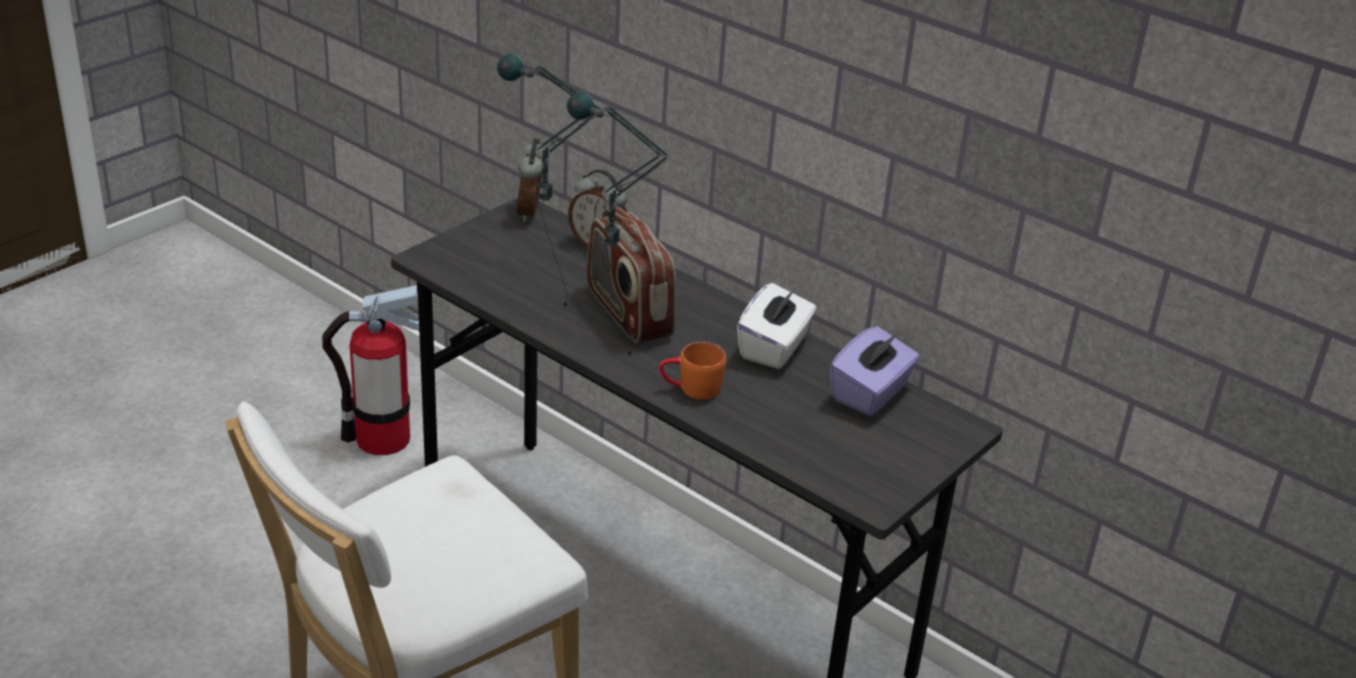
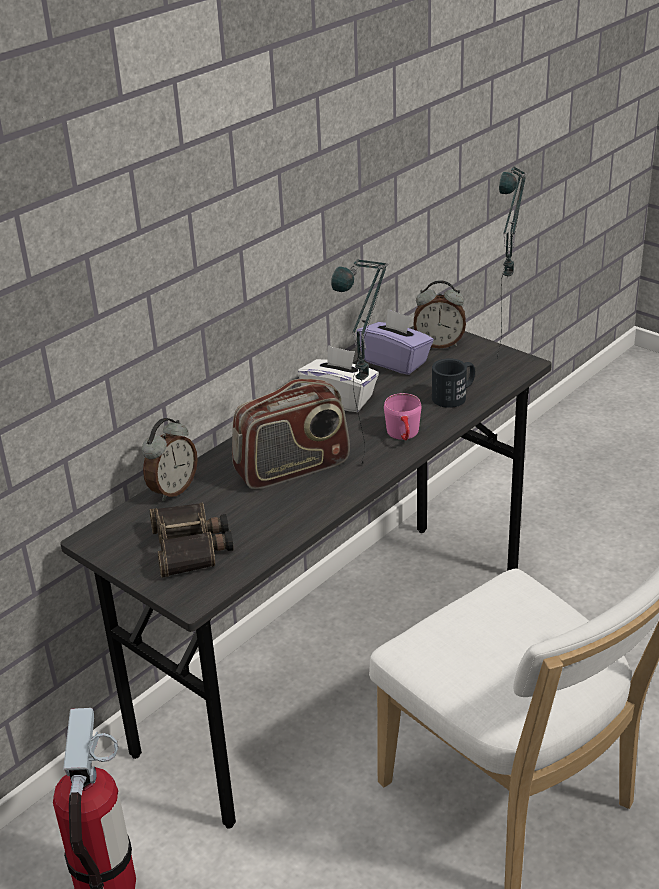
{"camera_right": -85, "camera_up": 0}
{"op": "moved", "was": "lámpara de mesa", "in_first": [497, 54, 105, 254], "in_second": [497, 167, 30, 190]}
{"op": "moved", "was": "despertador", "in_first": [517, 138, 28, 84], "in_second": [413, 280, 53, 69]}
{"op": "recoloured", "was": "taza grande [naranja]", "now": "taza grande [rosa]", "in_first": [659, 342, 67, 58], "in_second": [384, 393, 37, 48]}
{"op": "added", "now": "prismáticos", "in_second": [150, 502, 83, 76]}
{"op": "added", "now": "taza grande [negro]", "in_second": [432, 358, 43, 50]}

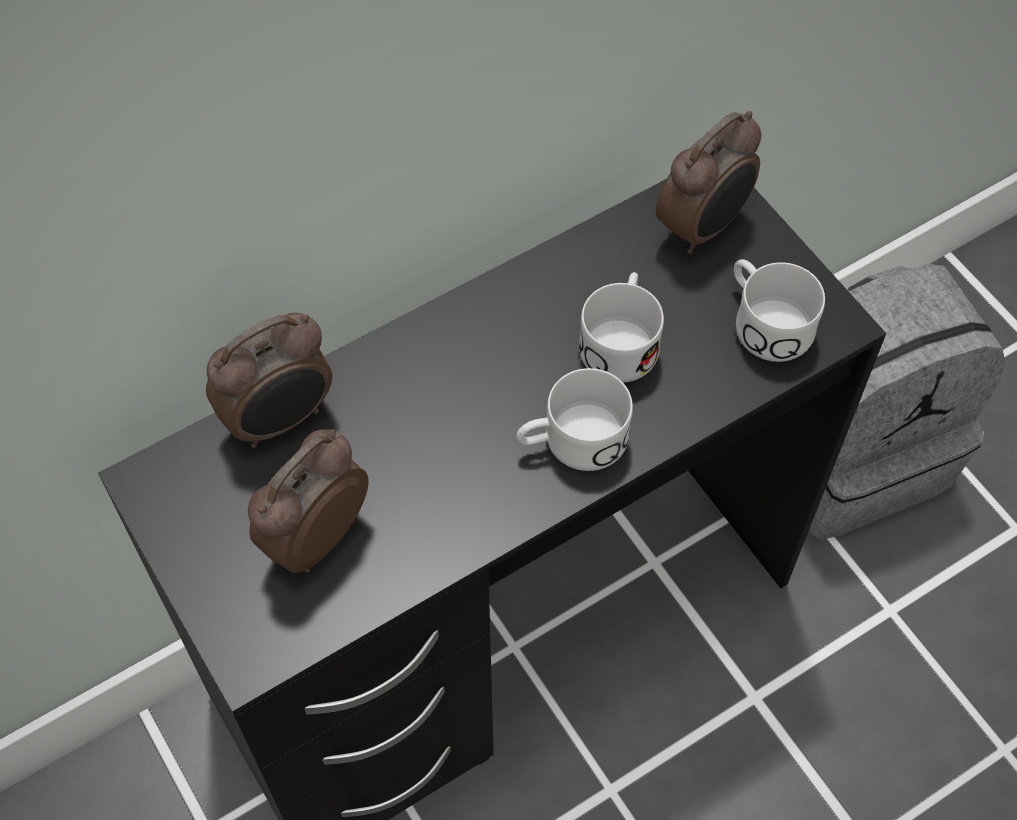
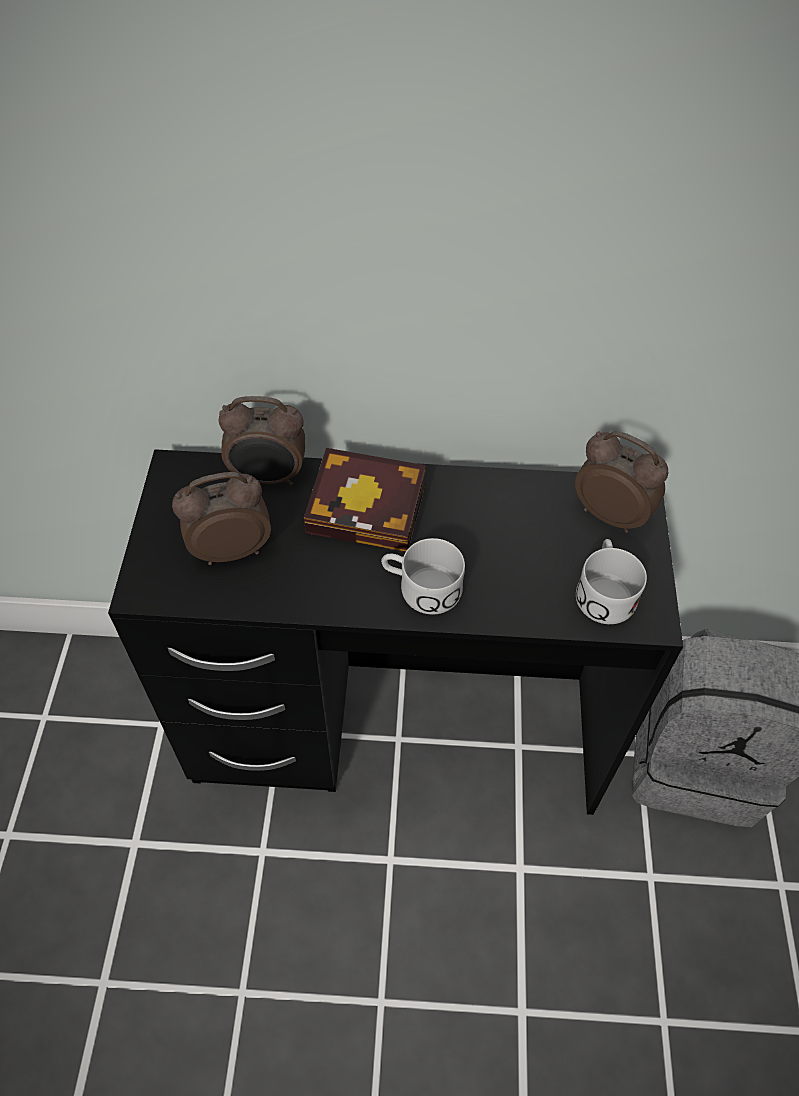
{"camera_right": 35, "camera_up": -5}
{"op": "removed", "was": "taza grande [blanco]", "in_first": [579, 272, 85, 111]}
{"op": "turned", "was": "despertador", "in_first": [656, 111, 105, 143], "in_second": [575, 431, 93, 102], "clockwise": -135}
{"op": "added", "now": "libro", "in_second": [304, 448, 122, 104]}

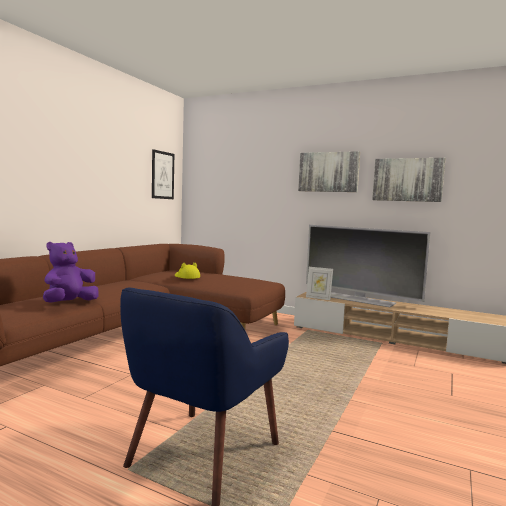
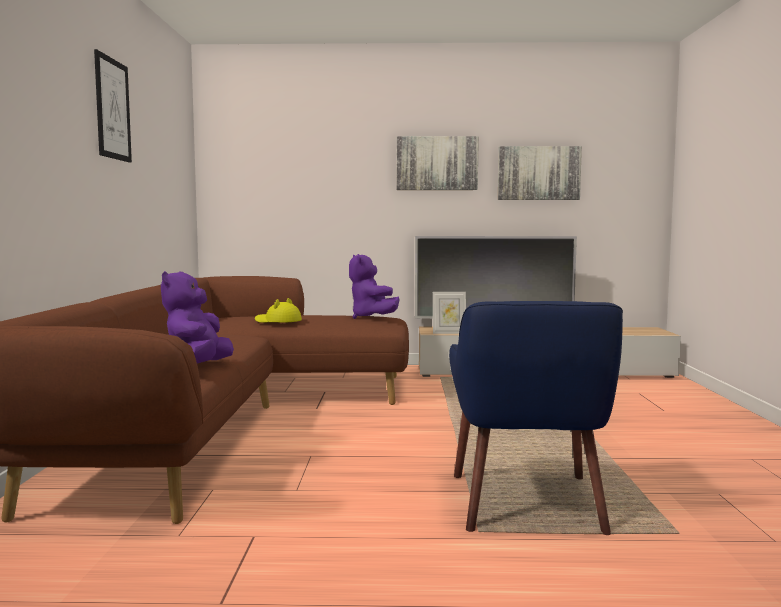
{"camera_right": -25, "camera_up": 0}
{"op": "moved", "was": "cuadro", "in_first": [152, 149, 22, 50], "in_second": [94, 49, 38, 114]}
{"op": "added", "now": "peluche [morado]", "in_second": [349, 254, 51, 65]}

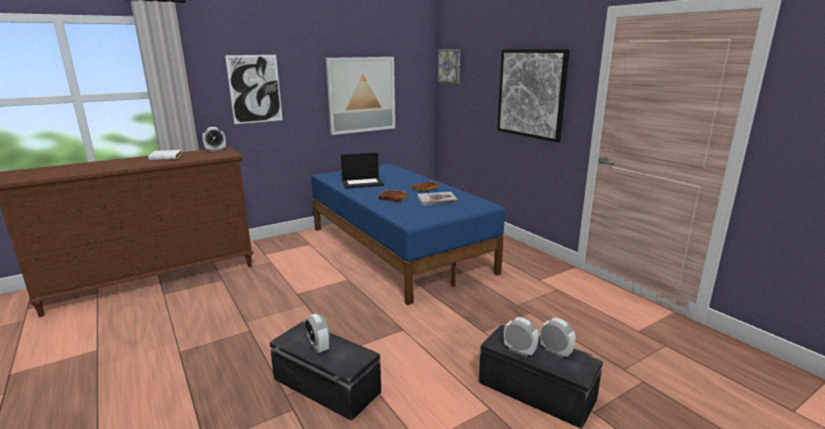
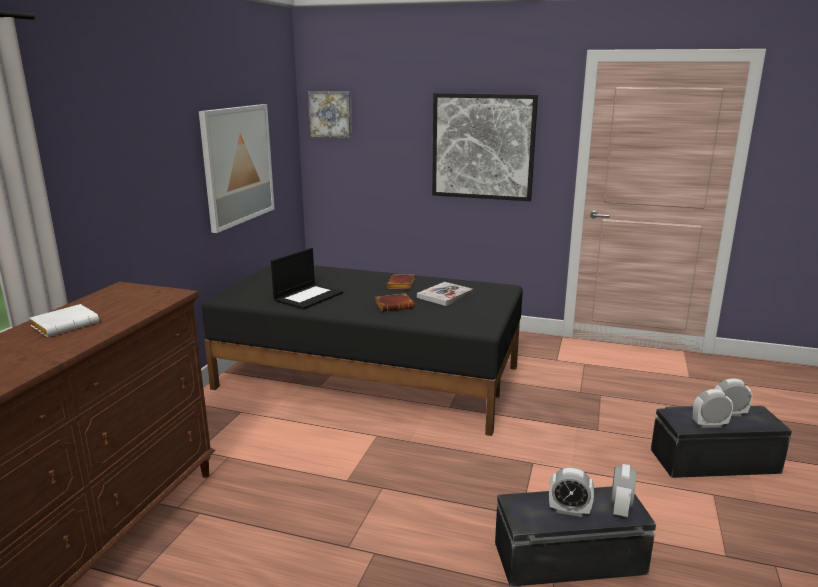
{"camera_right": -40, "camera_up": 0}
{"op": "moved", "was": "despertador", "in_first": [202, 127, 24, 24], "in_second": [611, 464, 25, 54]}
{"op": "removed", "was": "cuadro", "in_first": [225, 55, 58, 69]}
{"op": "recoloured", "was": "cama [azul]", "now": "cama [negro]", "in_first": [312, 163, 193, 142], "in_second": [202, 265, 321, 171]}

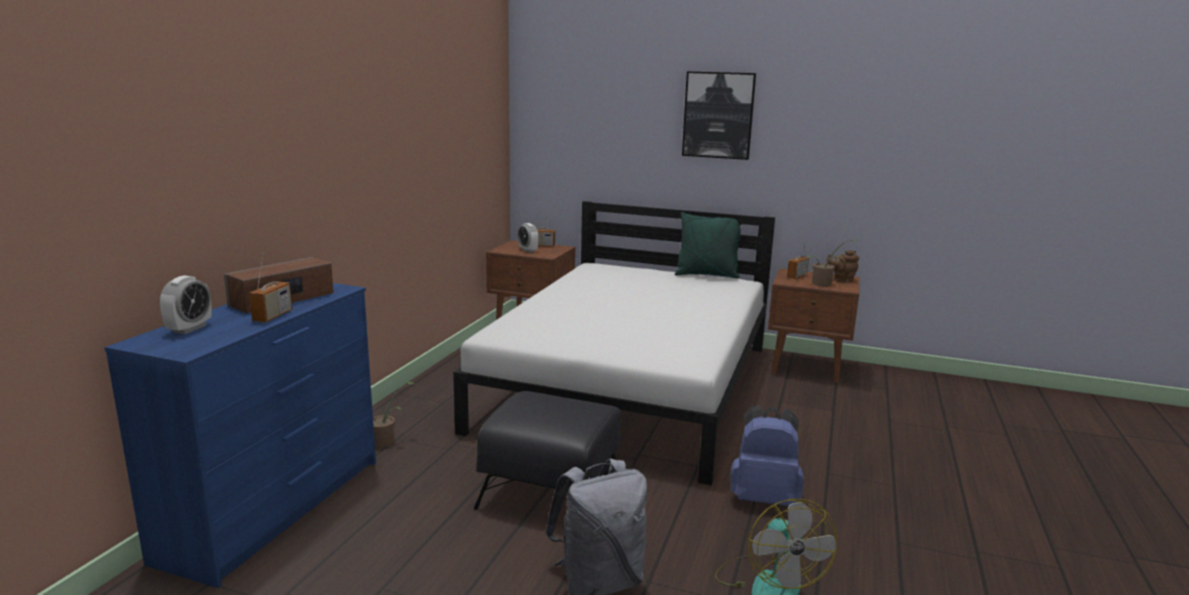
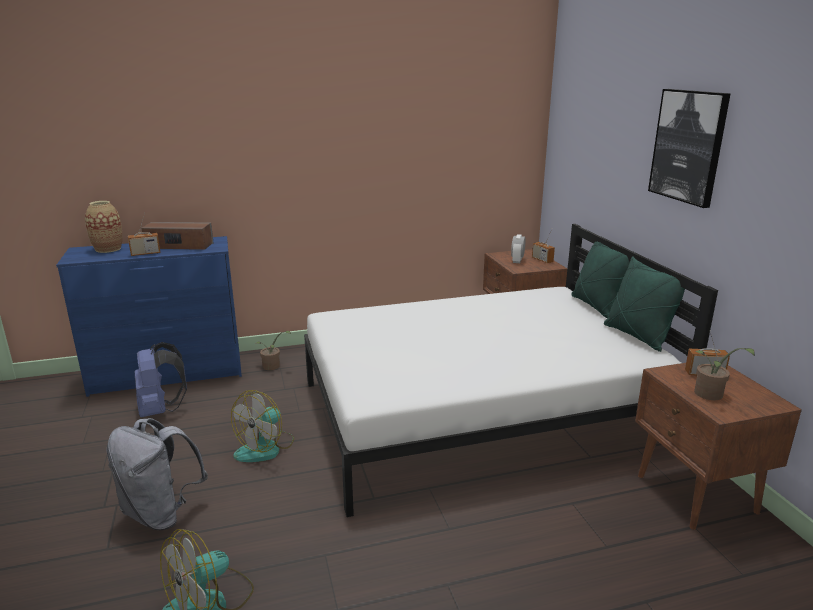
{"camera_right": 55, "camera_up": 5}
{"op": "replaced", "was": "despertador", "now": "florero", "in_first": [160, 275, 52, 59], "in_second": [85, 201, 37, 52]}
{"op": "replaced", "was": "puf [negro]", "now": "ventilador", "in_first": [474, 391, 147, 119], "in_second": [231, 390, 63, 72]}
{"op": "moved", "was": "mochila [azul]", "in_first": [730, 405, 74, 101], "in_second": [135, 342, 52, 75]}
{"op": "removed", "was": "tetera [marrón]", "in_first": [826, 250, 33, 32]}
{"op": "added", "now": "cojín [verde]", "in_second": [571, 241, 59, 78]}

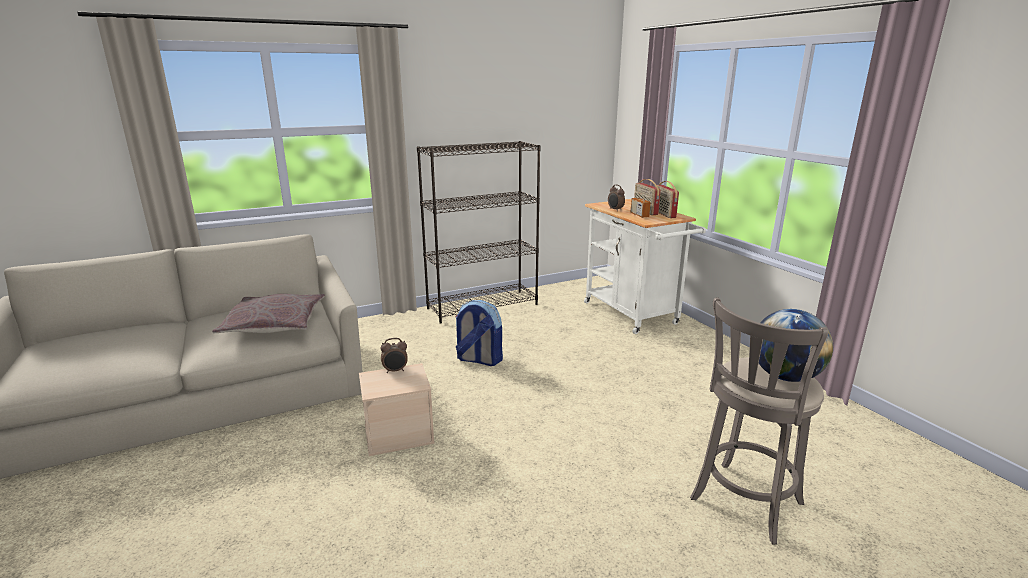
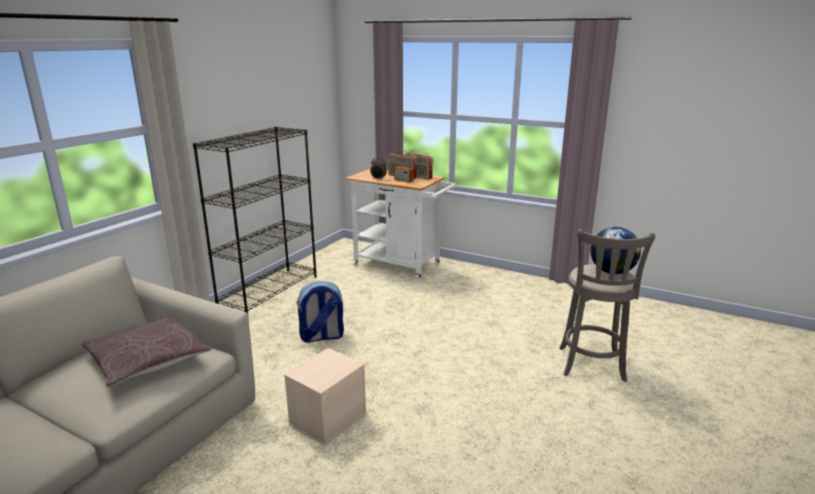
{"camera_right": -35, "camera_up": 0}
{"op": "removed", "was": "despertador", "in_first": [381, 338, 27, 35]}

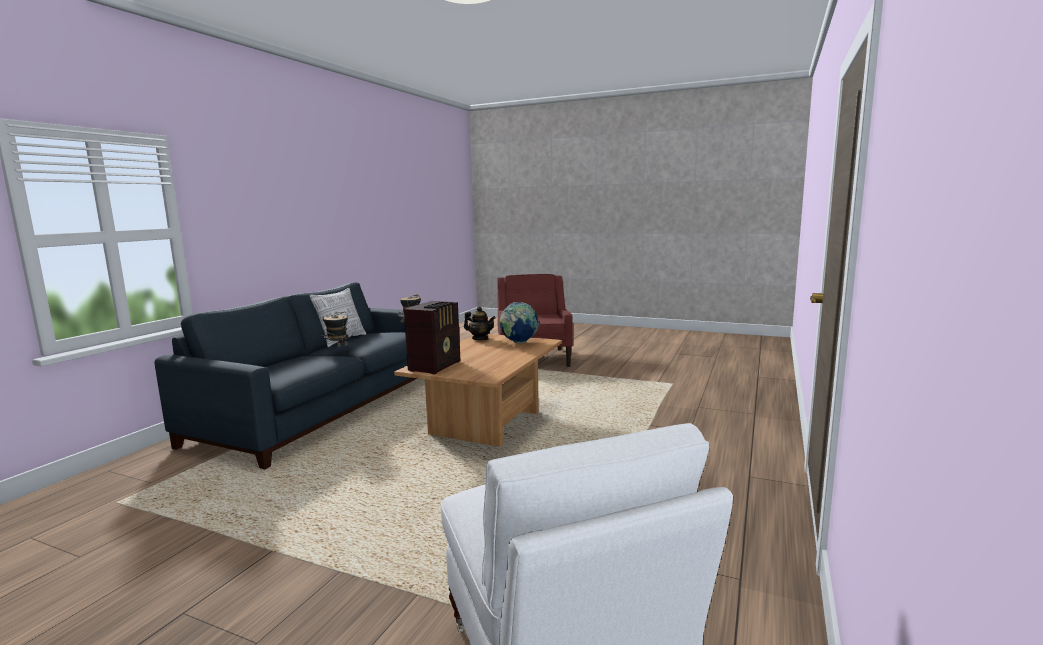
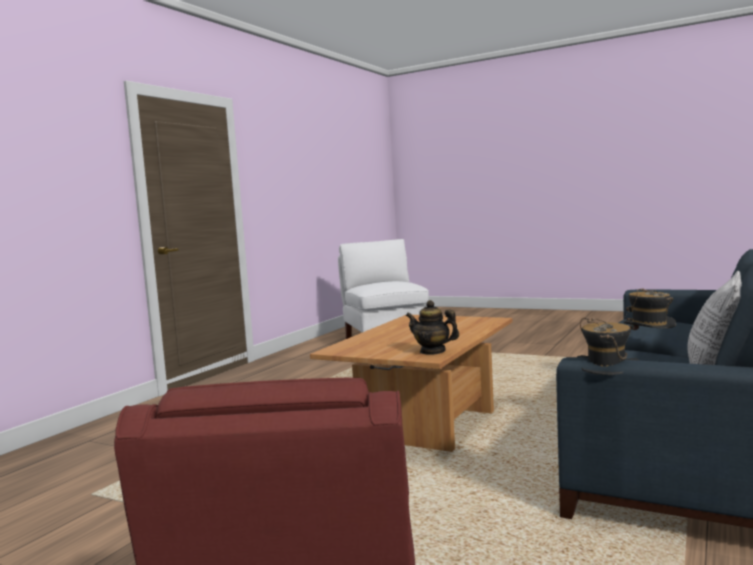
{"camera_right": -175, "camera_up": -5}
{"op": "removed", "was": "radio", "in_first": [404, 301, 56, 73]}
{"op": "removed", "was": "globo terráqueo", "in_first": [499, 302, 40, 41]}

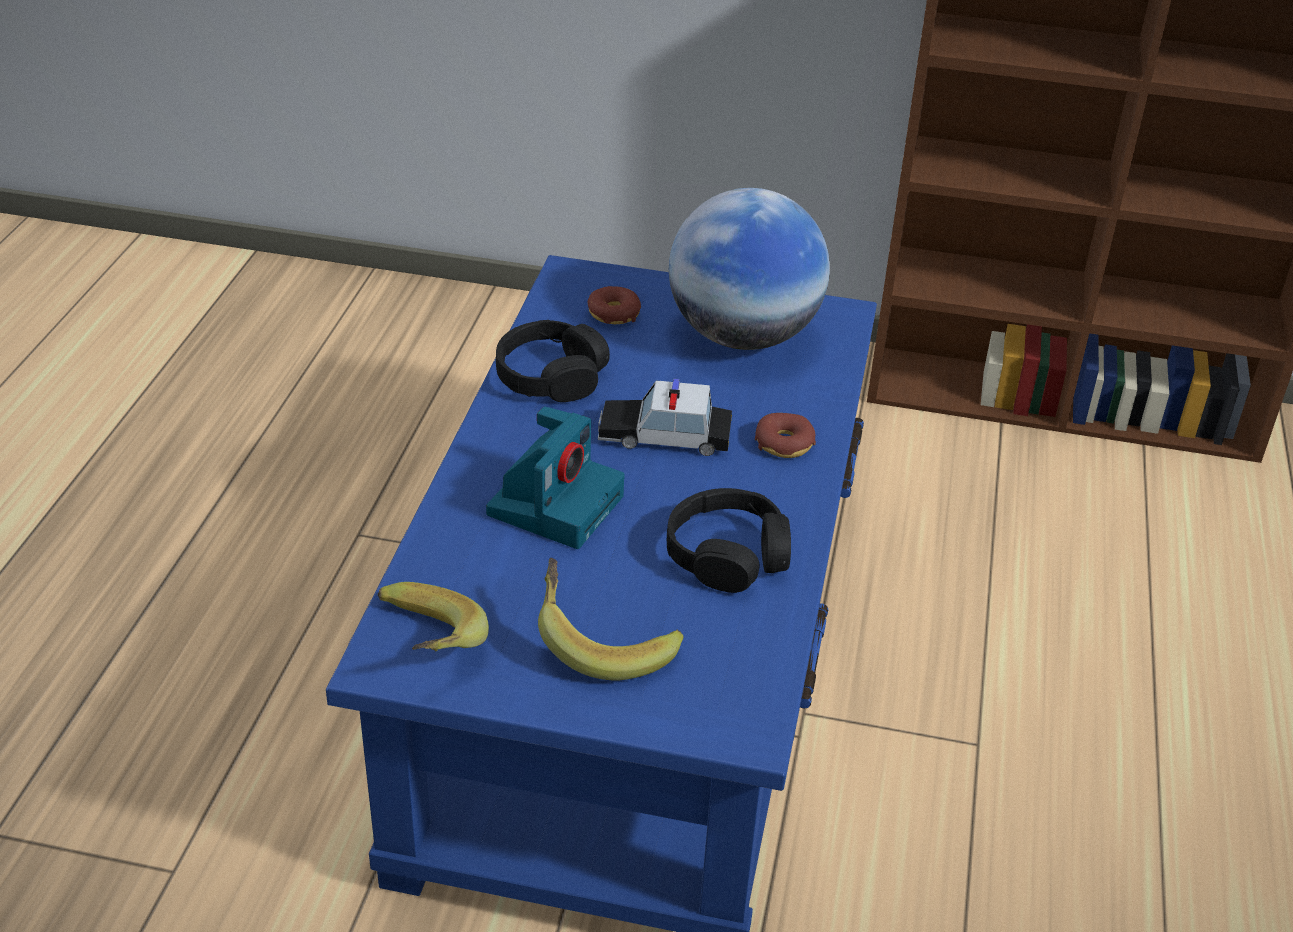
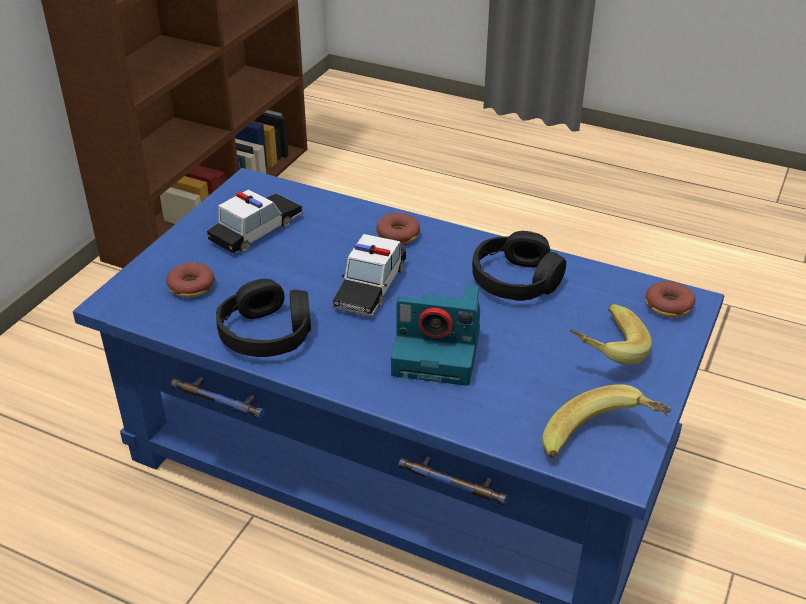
{"camera_right": -75, "camera_up": 0}
{"op": "turned", "was": "cámara", "in_first": [486, 406, 139, 143], "in_second": [391, 285, 89, 101], "clockwise": 150}
{"op": "replaced", "was": "globo terráqueo", "now": "coche de juguete", "in_first": [669, 188, 161, 162], "in_second": [207, 189, 96, 64]}
{"op": "added", "now": "rosquilla", "in_second": [646, 281, 50, 36]}

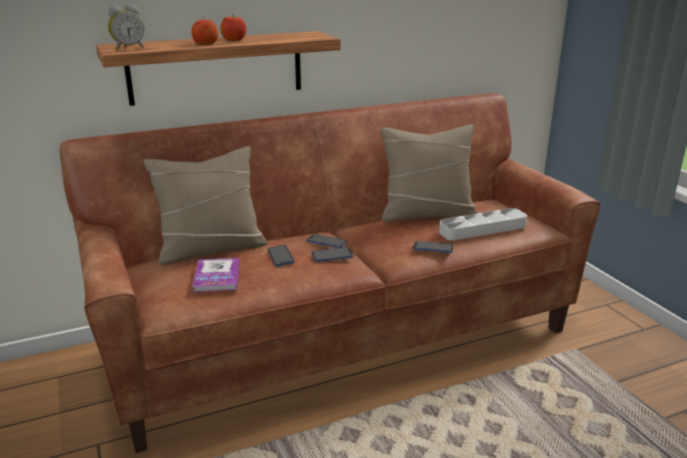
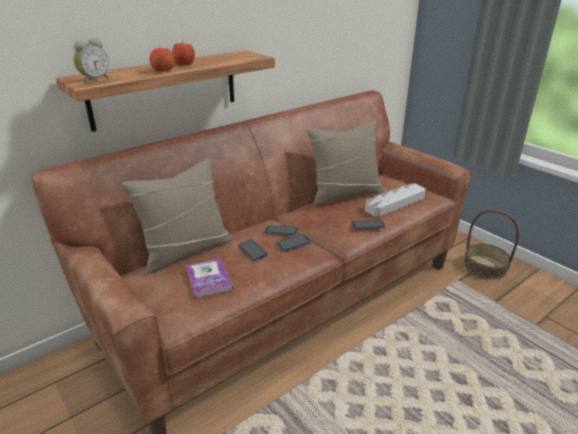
{"camera_right": -15, "camera_up": 5}
{"op": "added", "now": "cesta", "in_second": [464, 210, 55, 69]}

